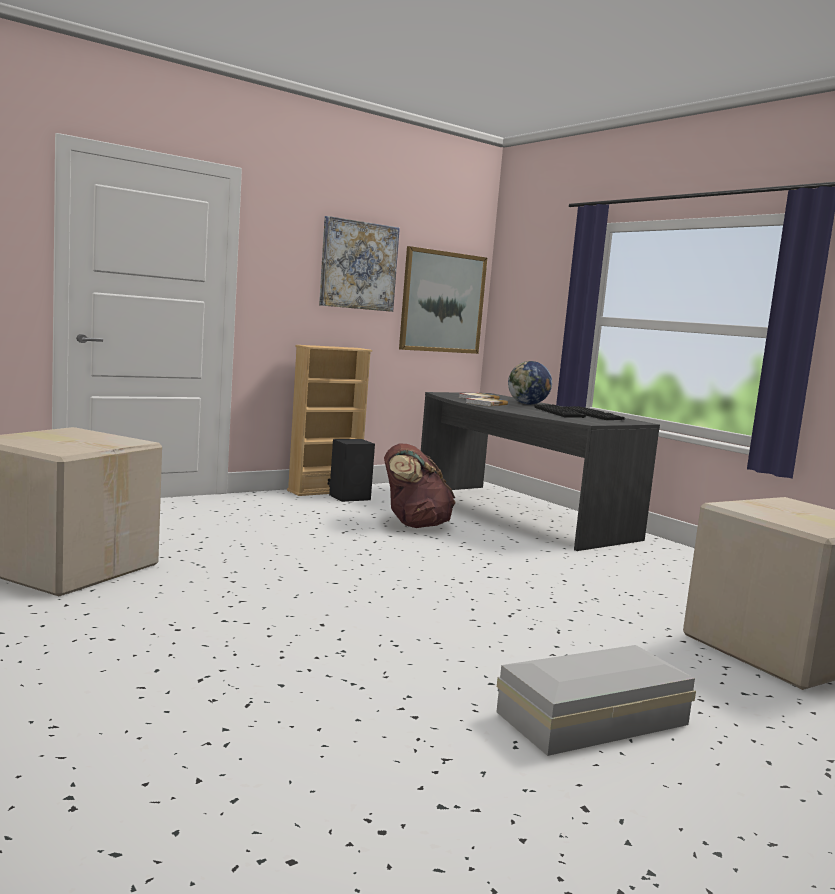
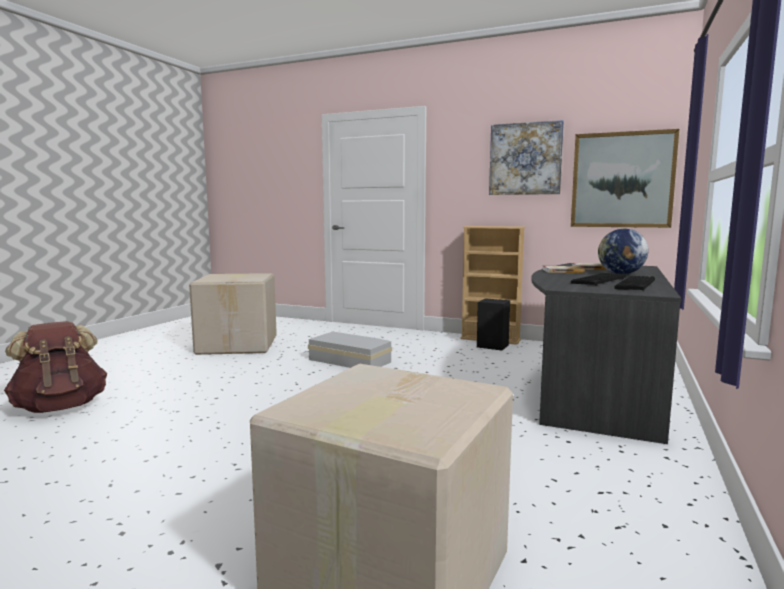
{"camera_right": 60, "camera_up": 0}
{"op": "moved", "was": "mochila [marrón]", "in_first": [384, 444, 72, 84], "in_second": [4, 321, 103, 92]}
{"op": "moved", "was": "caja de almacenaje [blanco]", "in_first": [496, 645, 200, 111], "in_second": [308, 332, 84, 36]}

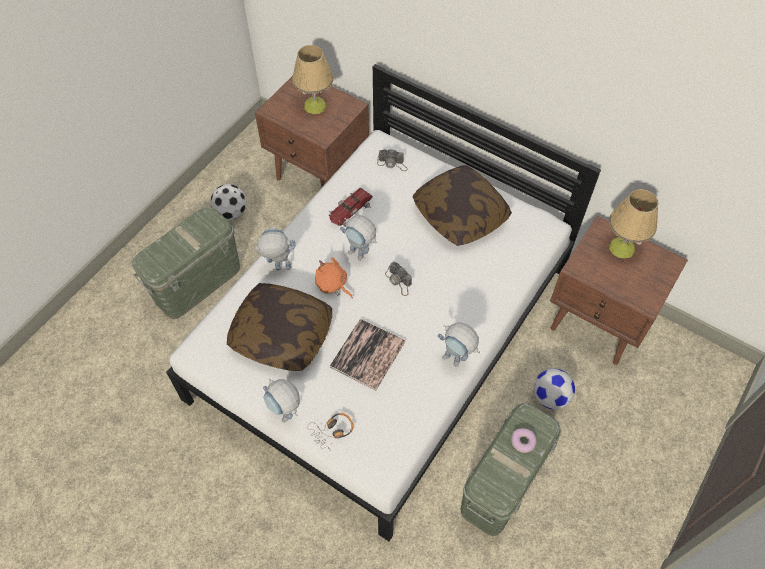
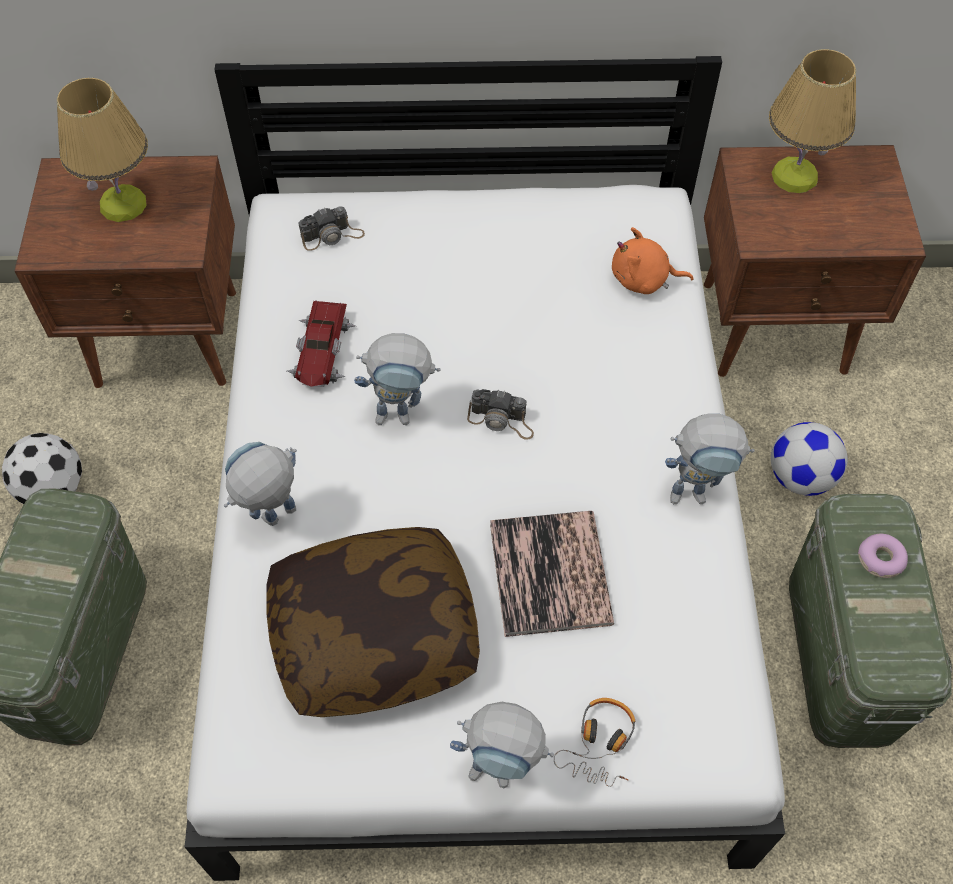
{"camera_right": -35, "camera_up": 0}
{"op": "moved", "was": "peluche [naranja]", "in_first": [315, 257, 38, 41], "in_second": [612, 227, 81, 67]}
{"op": "removed", "was": "cojín", "in_first": [413, 165, 99, 81]}

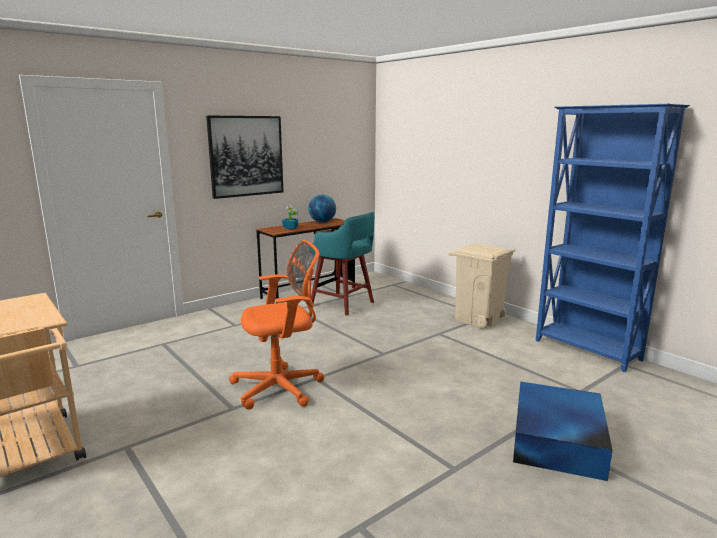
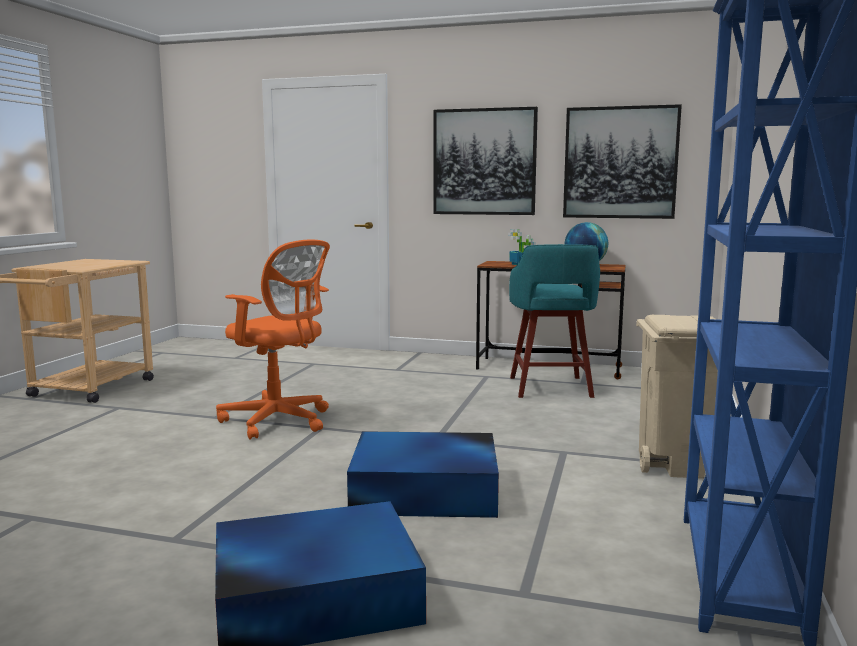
{"camera_right": 55, "camera_up": -5}
{"op": "added", "now": "caja de almacenaje [azul]", "in_second": [347, 431, 152, 87]}
{"op": "added", "now": "cuadro", "in_second": [563, 104, 119, 115]}

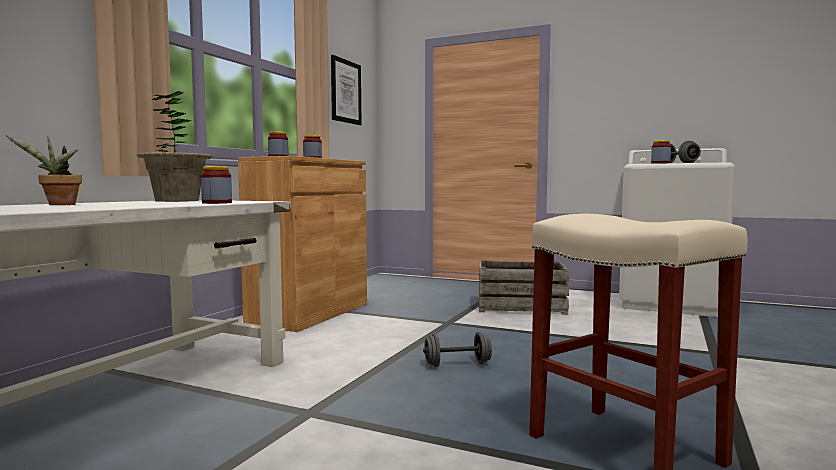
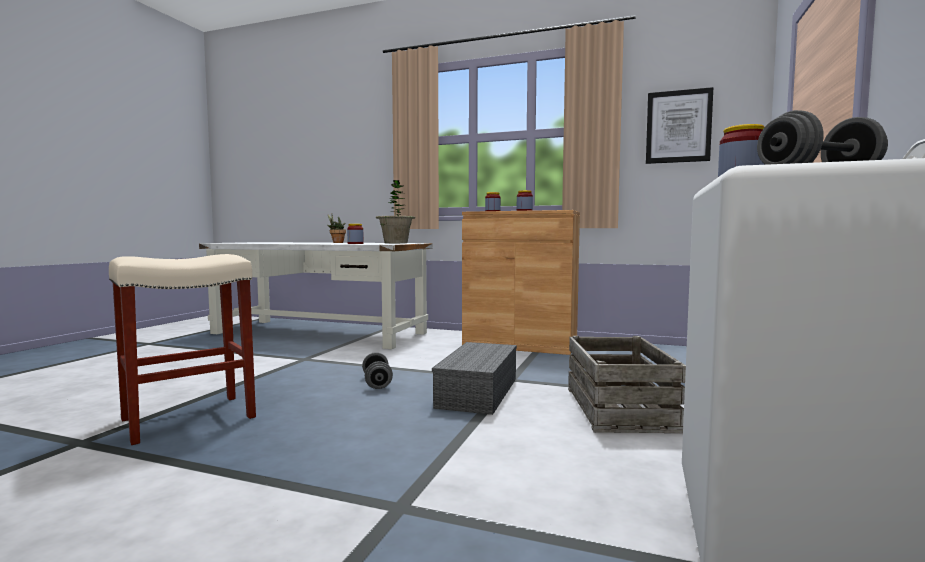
{"camera_right": 85, "camera_up": 0}
{"op": "added", "now": "caja de almacenaje [gris]", "in_second": [432, 342, 85, 73]}

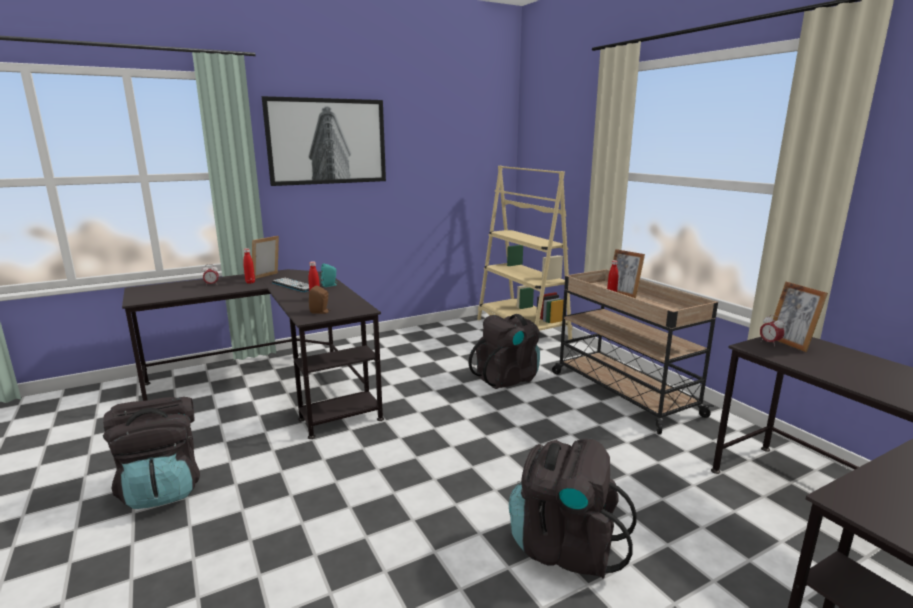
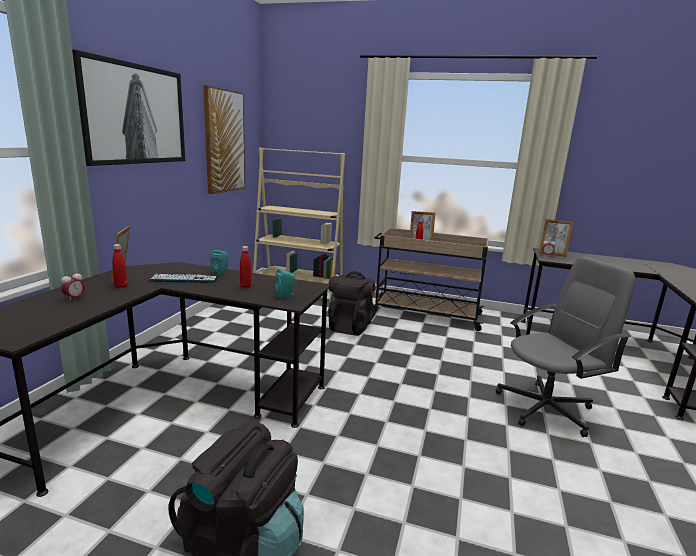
{"camera_right": -45, "camera_up": 0}
{"op": "recoloured", "was": "altavoz [marrón]", "now": "altavoz [turquesa]", "in_first": [309, 285, 21, 29], "in_second": [274, 269, 21, 30]}
{"op": "replaced", "was": "mochila [negro]", "now": "silla de oficina [gris]", "in_first": [509, 439, 128, 139], "in_second": [496, 256, 139, 181]}
{"op": "added", "now": "cuadro", "in_second": [203, 85, 42, 109]}

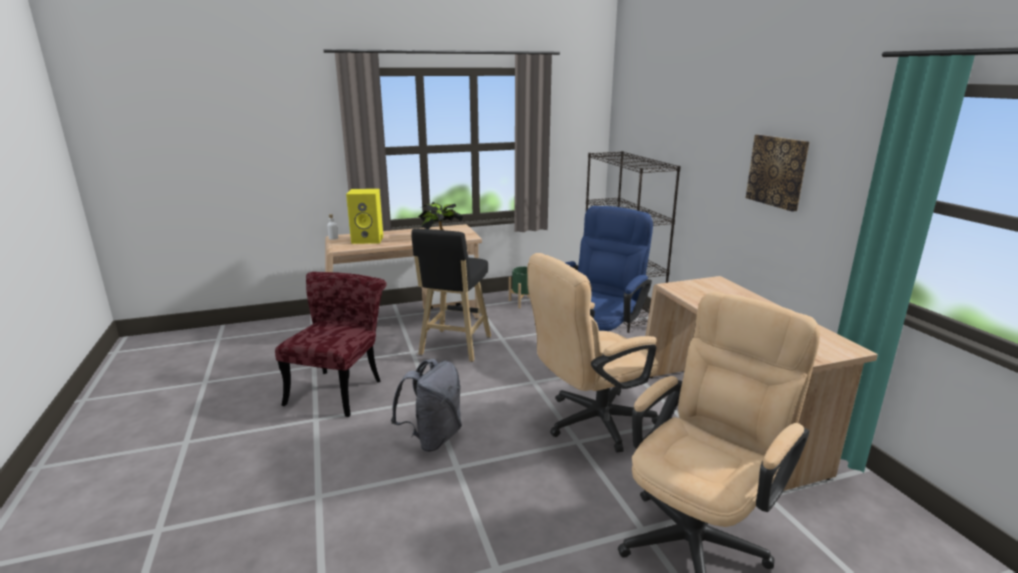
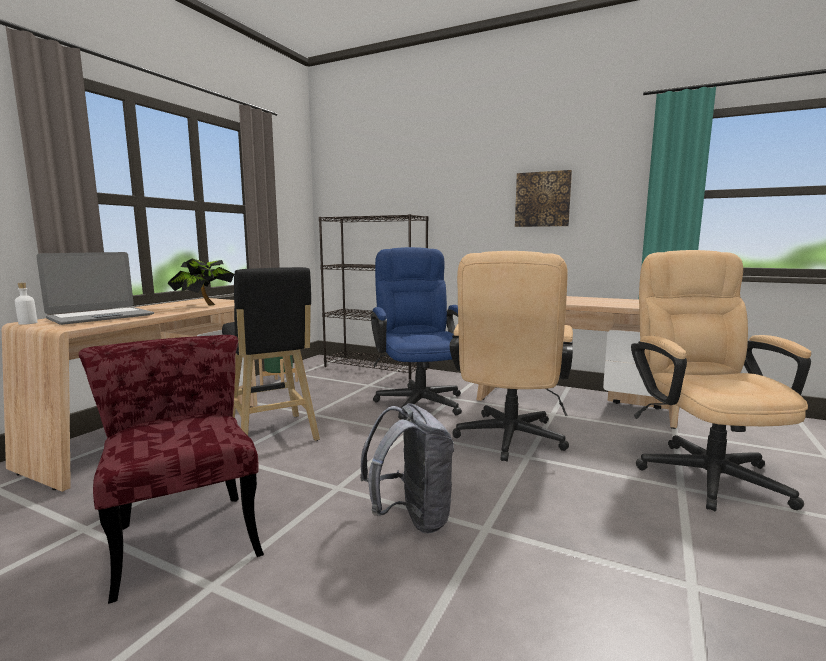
{"camera_right": -45, "camera_up": -10}
{"op": "replaced", "was": "altavoz [amarillo]", "now": "portátil", "in_first": [346, 189, 37, 55], "in_second": [36, 252, 118, 73]}

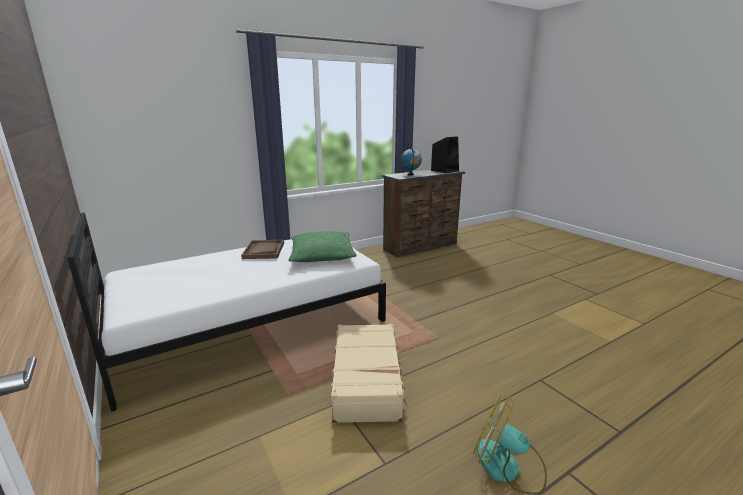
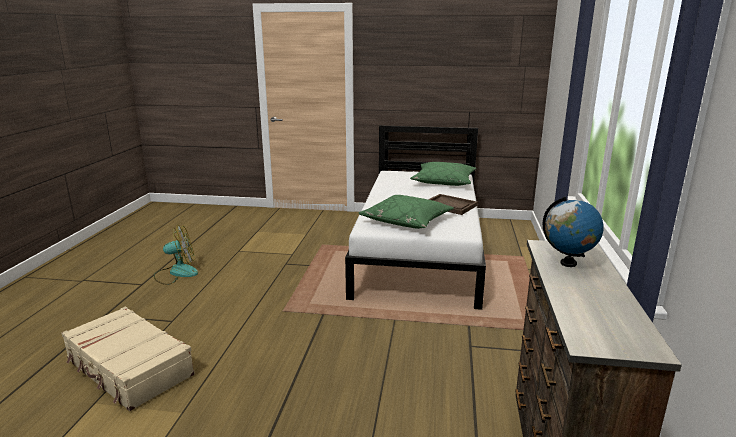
{"camera_right": 130, "camera_up": 0}
{"op": "moved", "was": "maleta [beis]", "in_first": [331, 324, 77, 99], "in_second": [62, 306, 133, 105]}
{"op": "removed", "was": "altavoz [negro]", "in_first": [431, 136, 28, 37]}
{"op": "added", "now": "cojín [verde]", "in_second": [410, 162, 66, 24]}

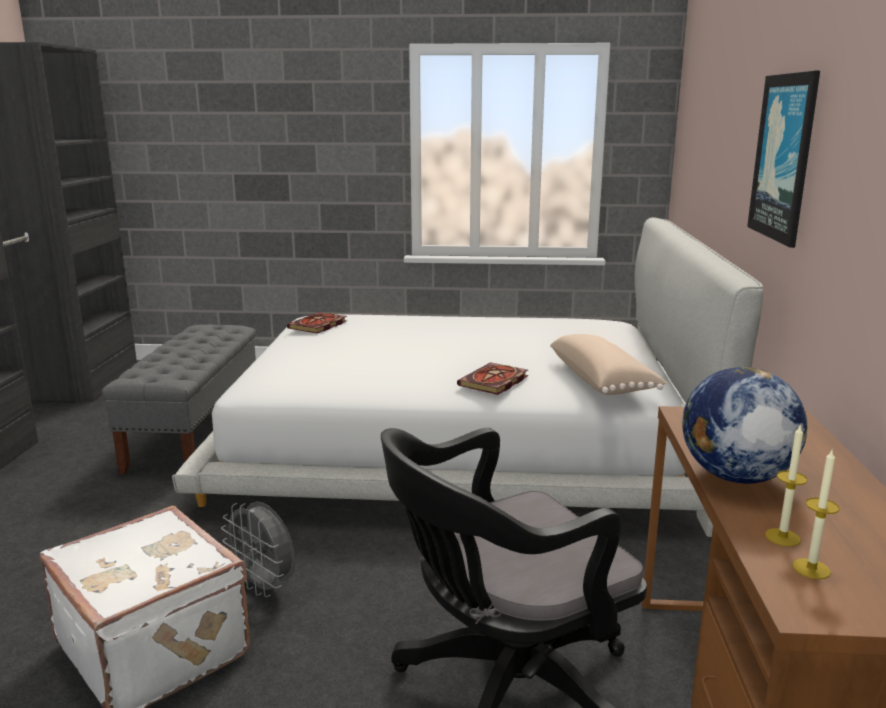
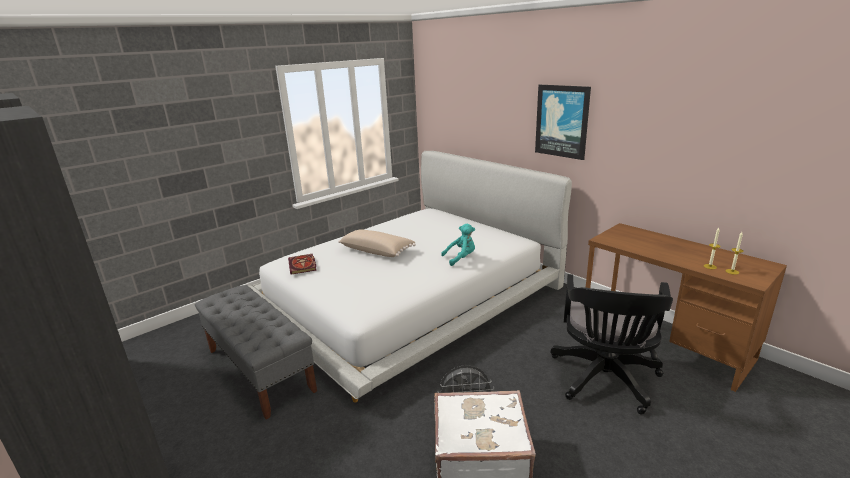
{"camera_right": -45, "camera_up": 5}
{"op": "replaced", "was": "libro", "now": "peluche [turquesa]", "in_first": [457, 362, 71, 33], "in_second": [441, 224, 34, 42]}
{"op": "moved", "was": "cojín [beis]", "in_first": [550, 334, 117, 61], "in_second": [338, 229, 78, 28]}
{"op": "removed", "was": "globo terráqueo", "in_first": [682, 367, 125, 117]}

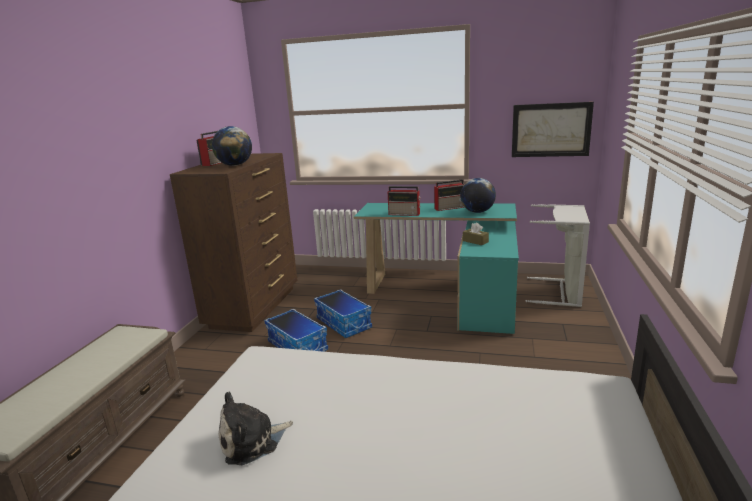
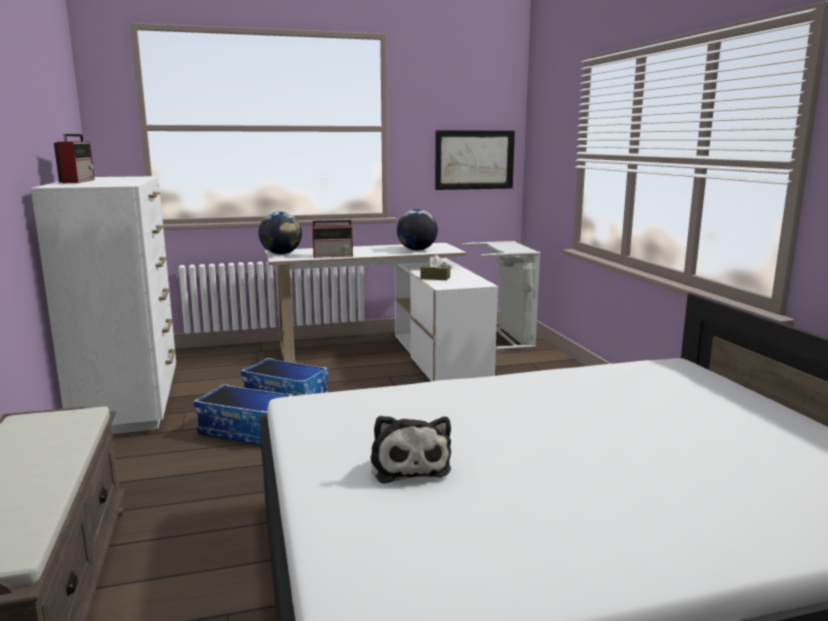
{"camera_right": -30, "camera_up": -5}
{"op": "recoloured", "was": "cómoda [marrón]", "now": "cómoda [blanco]", "in_first": [170, 153, 127, 179], "in_second": [31, 176, 145, 258]}
{"op": "moved", "was": "globo terráqueo", "in_first": [212, 126, 40, 40], "in_second": [259, 212, 43, 42]}
{"op": "turned", "was": "peluche", "in_first": [218, 391, 75, 74], "in_second": [371, 416, 80, 67], "clockwise": -45}
{"op": "recoloured", "was": "escritorio [turquesa]", "now": "escritorio [blanco]", "in_first": [354, 203, 165, 131], "in_second": [265, 243, 233, 138]}
{"op": "removed", "was": "radio", "in_first": [434, 179, 31, 32]}

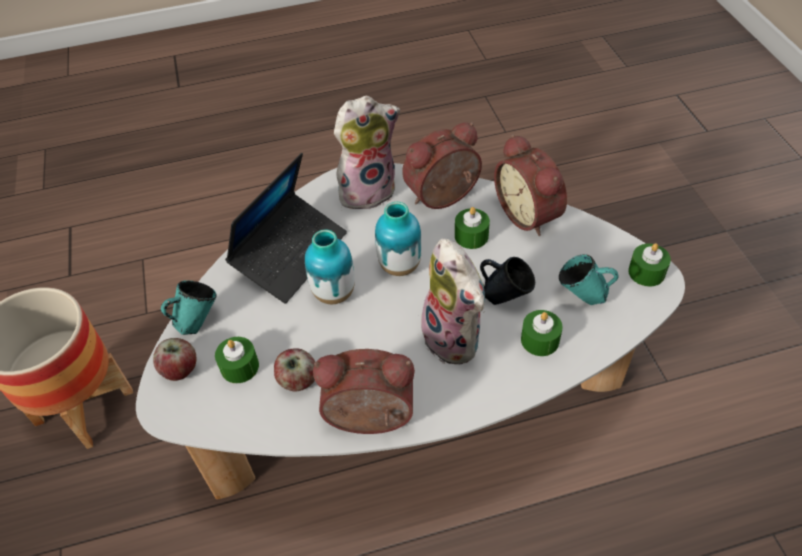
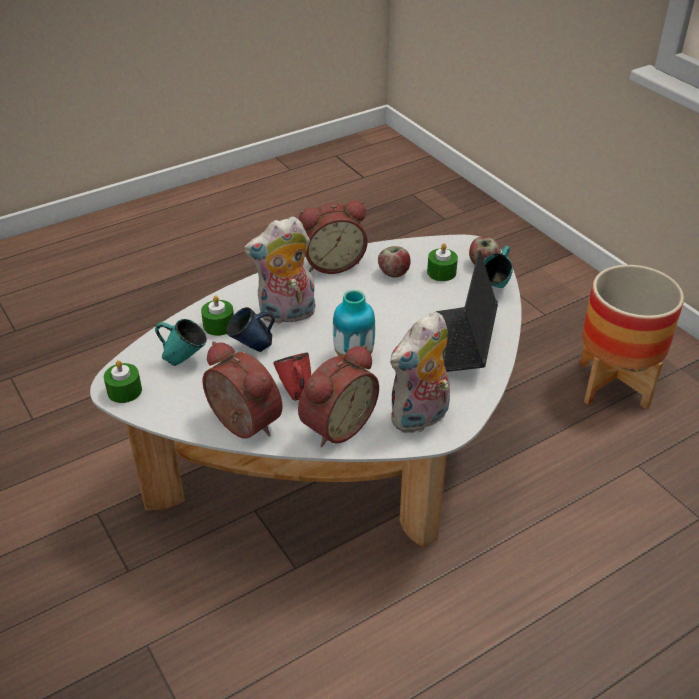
{"camera_right": 160, "camera_up": -10}
{"op": "removed", "was": "florero", "in_first": [305, 230, 50, 74]}
{"op": "turned", "was": "peluche", "in_first": [417, 238, 68, 126], "in_second": [244, 216, 72, 108], "clockwise": -60}
{"op": "replaced", "was": "vela [verde]", "now": "taza grande [rojo]", "in_first": [455, 207, 35, 42], "in_second": [273, 353, 38, 48]}

